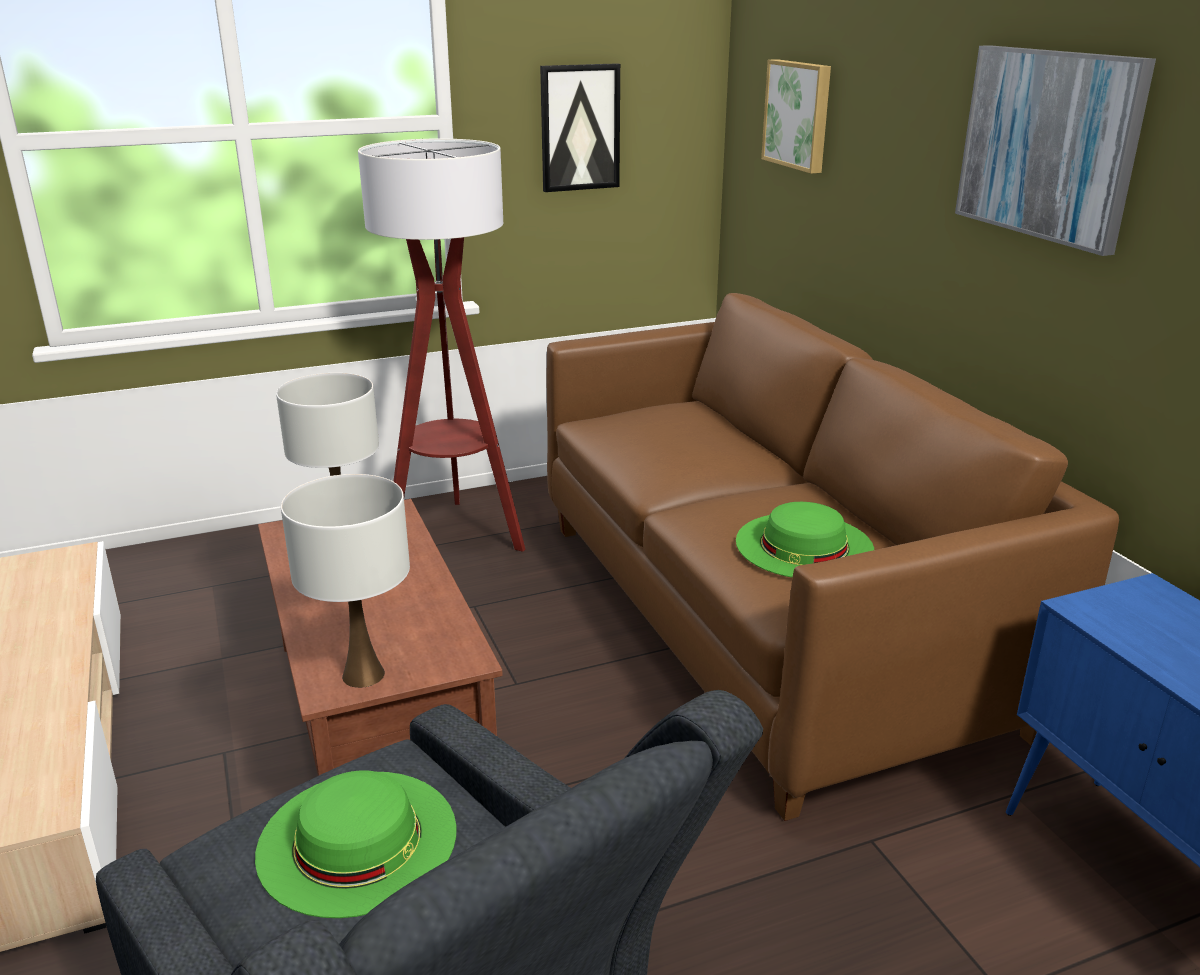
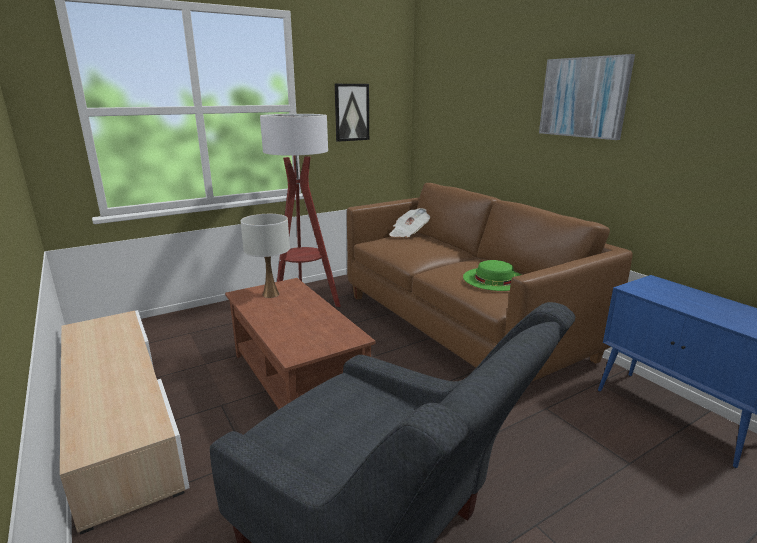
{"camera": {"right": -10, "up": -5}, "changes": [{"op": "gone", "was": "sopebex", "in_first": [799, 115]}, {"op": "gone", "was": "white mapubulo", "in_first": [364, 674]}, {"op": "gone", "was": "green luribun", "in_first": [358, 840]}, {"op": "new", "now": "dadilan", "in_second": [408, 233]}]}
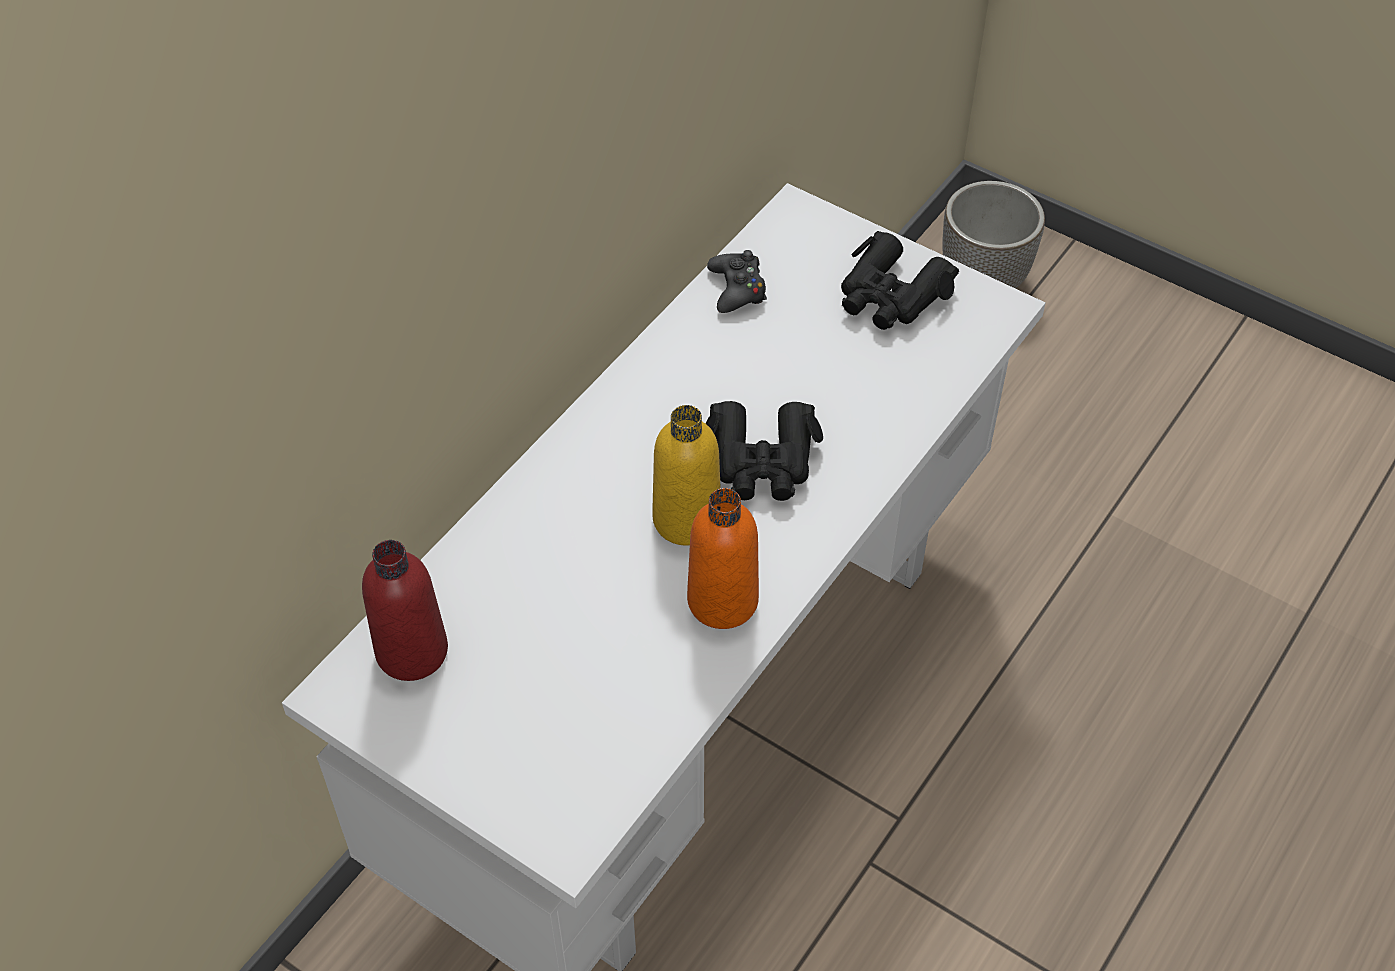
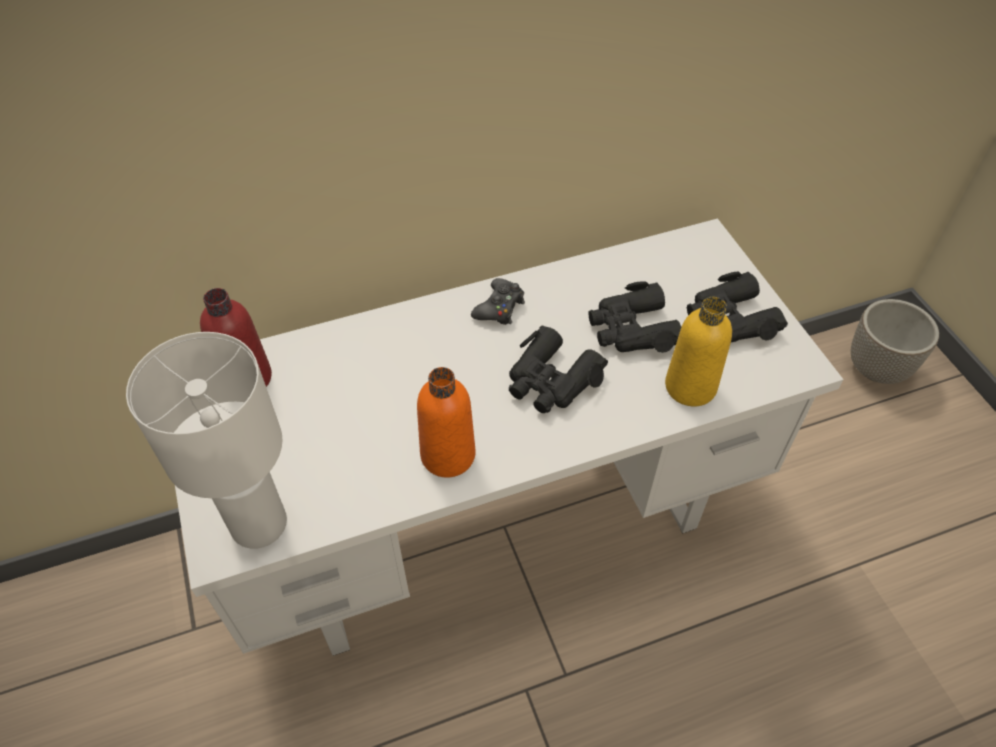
{"camera": {"right": 35, "up": 0}, "changes": [{"op": "shifted", "was": "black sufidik", "in_first": [737, 289], "in_second": [499, 308]}, {"op": "shifted", "was": "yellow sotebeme", "in_first": [687, 519], "in_second": [690, 386]}, {"op": "new", "now": "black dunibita", "in_second": [632, 329]}, {"op": "new", "now": "white mapubulo", "in_second": [257, 524]}]}
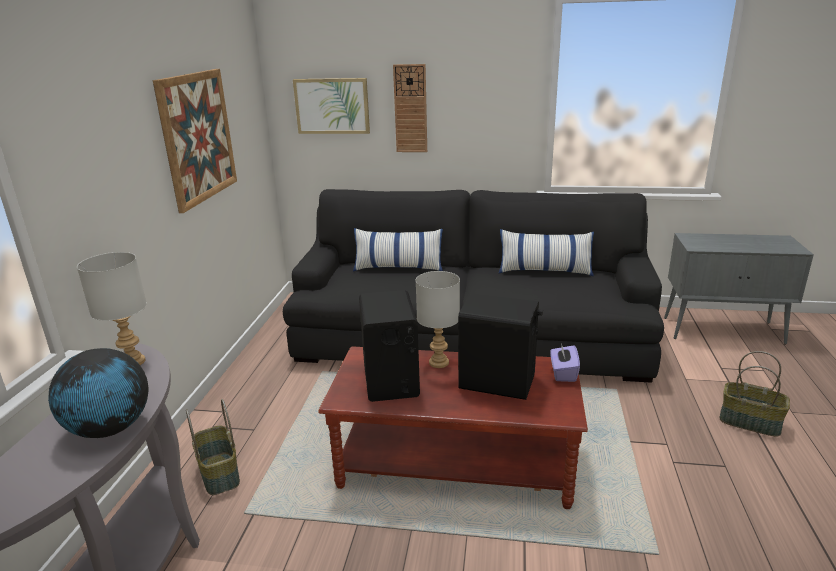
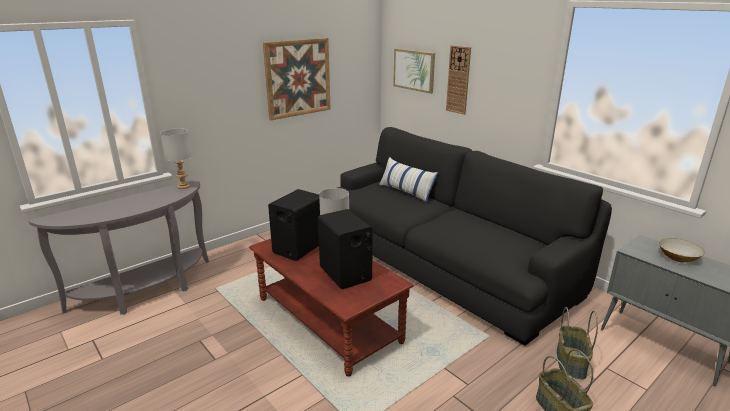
{"camera": {"right": 40, "up": 0}, "changes": [{"op": "gone", "was": "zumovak", "in_first": [544, 271]}, {"op": "gone", "was": "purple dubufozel", "in_first": [563, 373]}, {"op": "gone", "was": "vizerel", "in_first": [110, 429]}, {"op": "shifted", "was": "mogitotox", "in_first": [220, 473], "in_second": [571, 363]}, {"op": "new", "now": "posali", "in_second": [677, 258]}]}
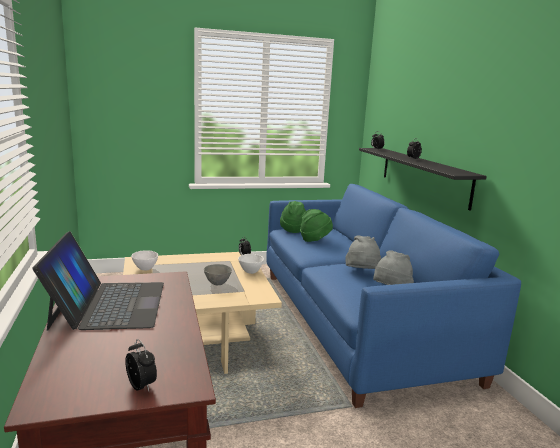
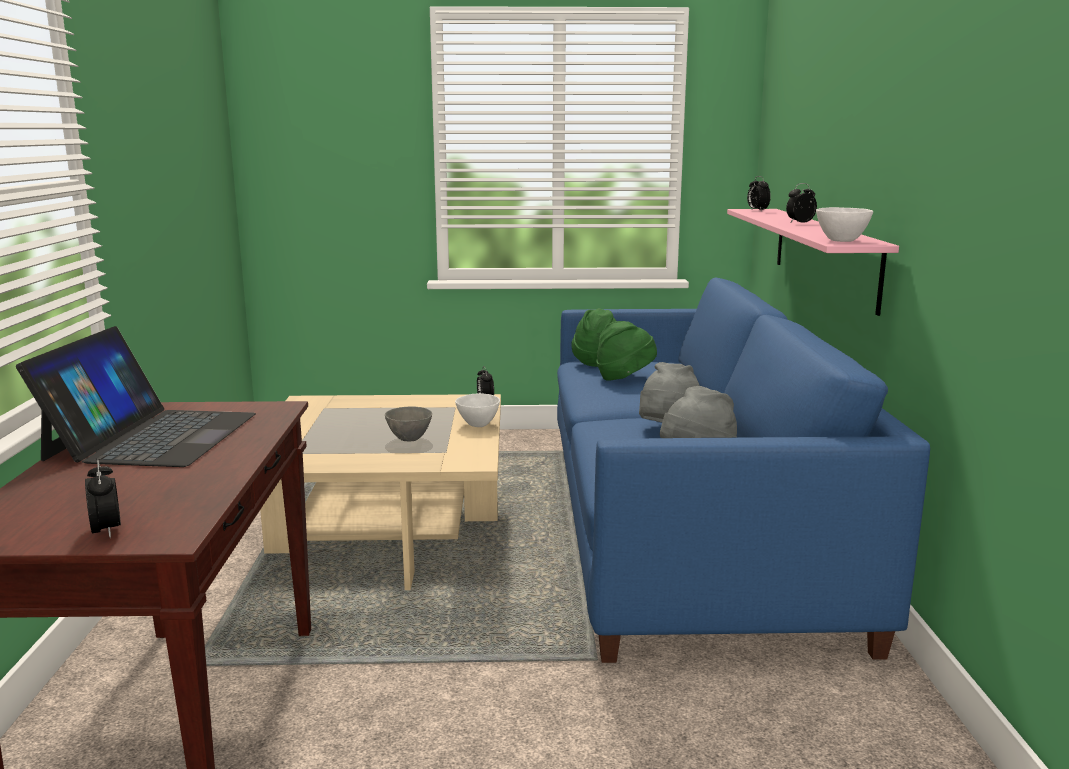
{"camera": {"right": 15, "up": 0}, "changes": [{"op": "repainted", "was": "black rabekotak", "now": "pink rabekotak", "in_first": [423, 175], "in_second": [824, 255]}, {"op": "shifted", "was": "white posali", "in_first": [145, 268], "in_second": [840, 240]}]}
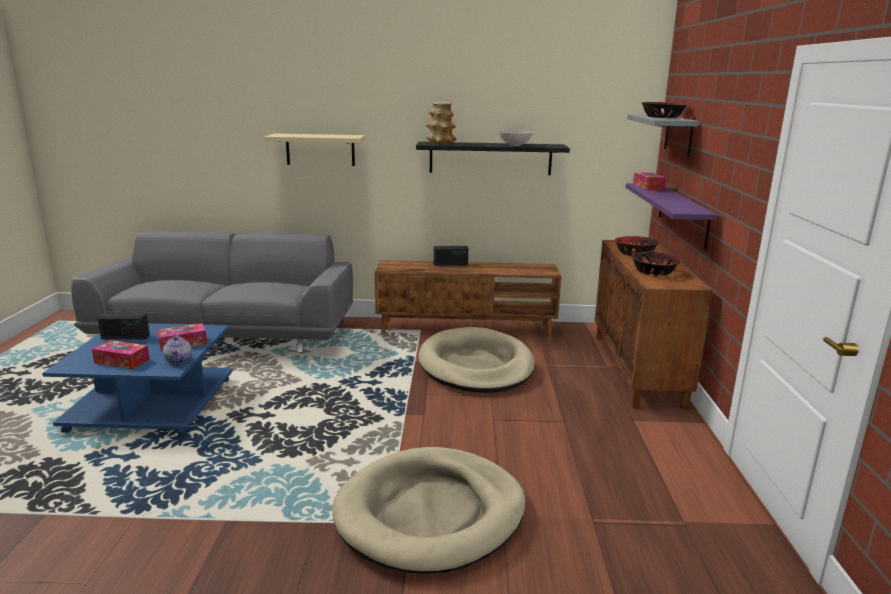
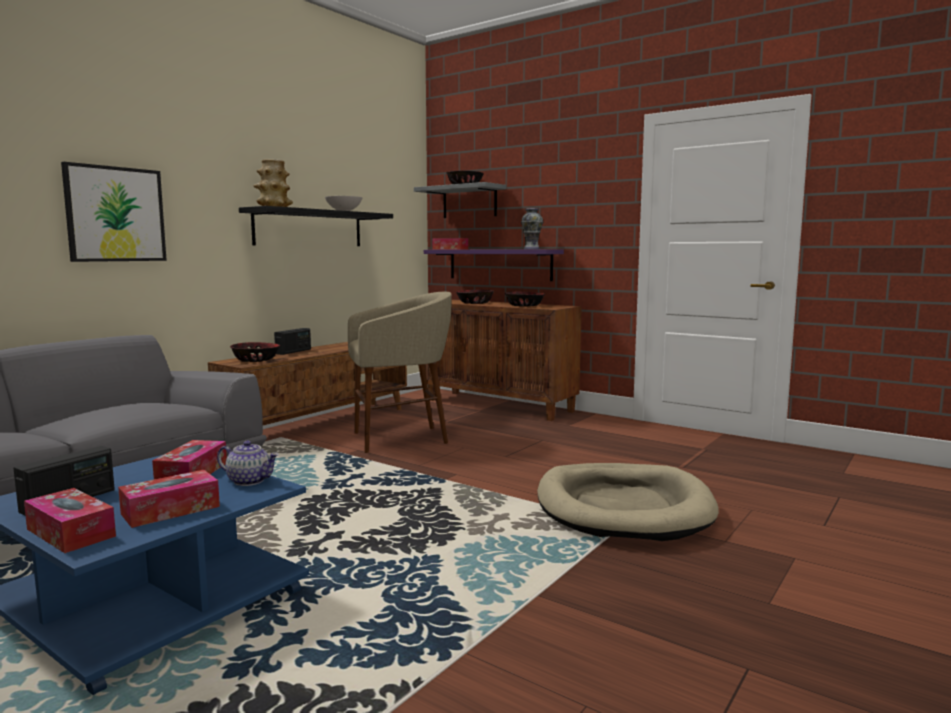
{"camera": {"right": -55, "up": -10}, "changes": [{"op": "swapped", "was": "beige rabekotak", "now": "sopebex", "in_first": [320, 149], "in_second": [115, 214]}, {"op": "swapped", "was": "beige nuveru", "now": "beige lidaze", "in_first": [476, 366], "in_second": [401, 439]}, {"op": "new", "now": "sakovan", "in_second": [531, 249]}, {"op": "new", "now": "posali", "in_second": [256, 360]}, {"op": "new", "now": "dubufozel", "in_second": [71, 533]}]}
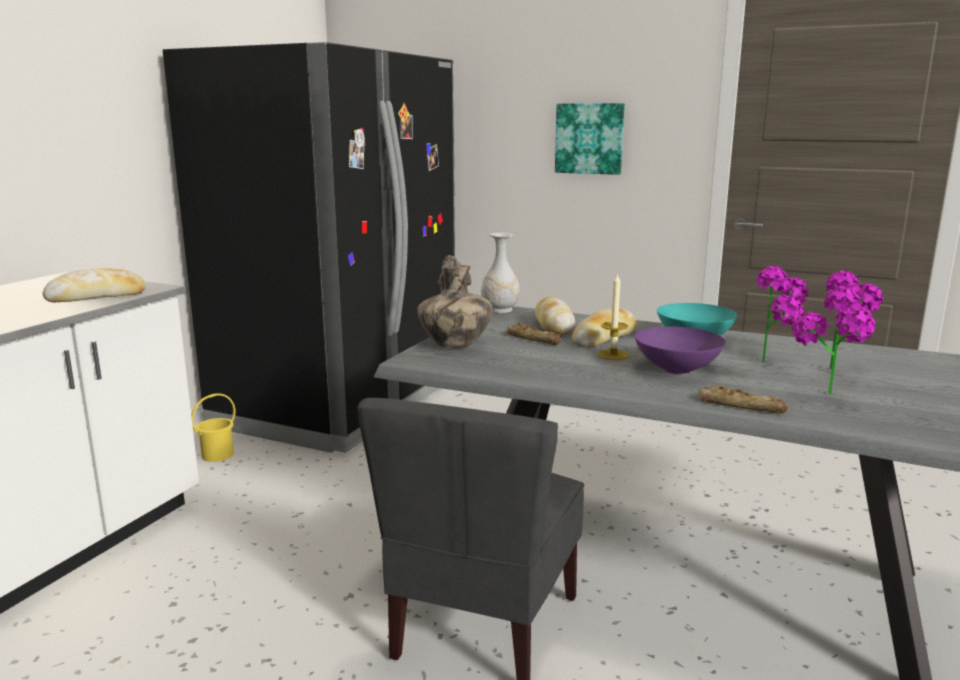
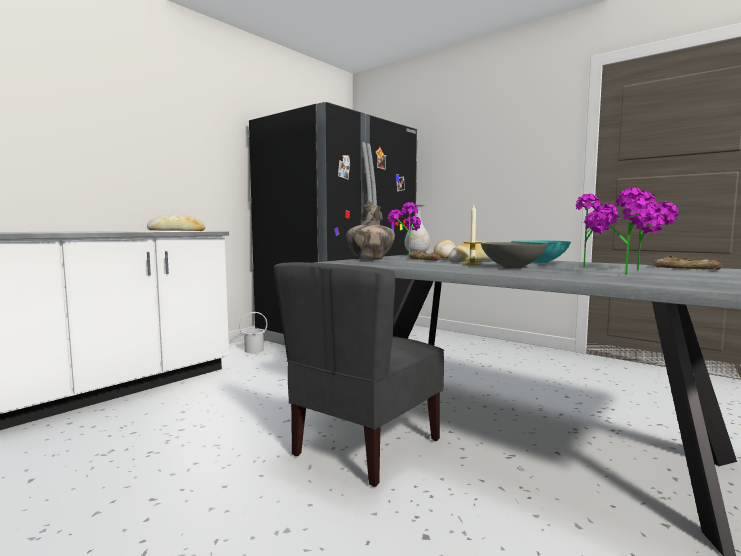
{"camera": {"right": 15, "up": -10}, "changes": [{"op": "gone", "was": "sopebex", "in_first": [589, 138]}, {"op": "repainted", "was": "purple posali", "now": "grey posali", "in_first": [676, 370], "in_second": [511, 267]}, {"op": "shifted", "was": "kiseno", "in_first": [741, 406], "in_second": [686, 268]}, {"op": "repainted", "was": "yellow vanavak", "now": "white vanavak", "in_first": [217, 455], "in_second": [254, 350]}, {"op": "new", "now": "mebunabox", "in_second": [404, 257]}]}
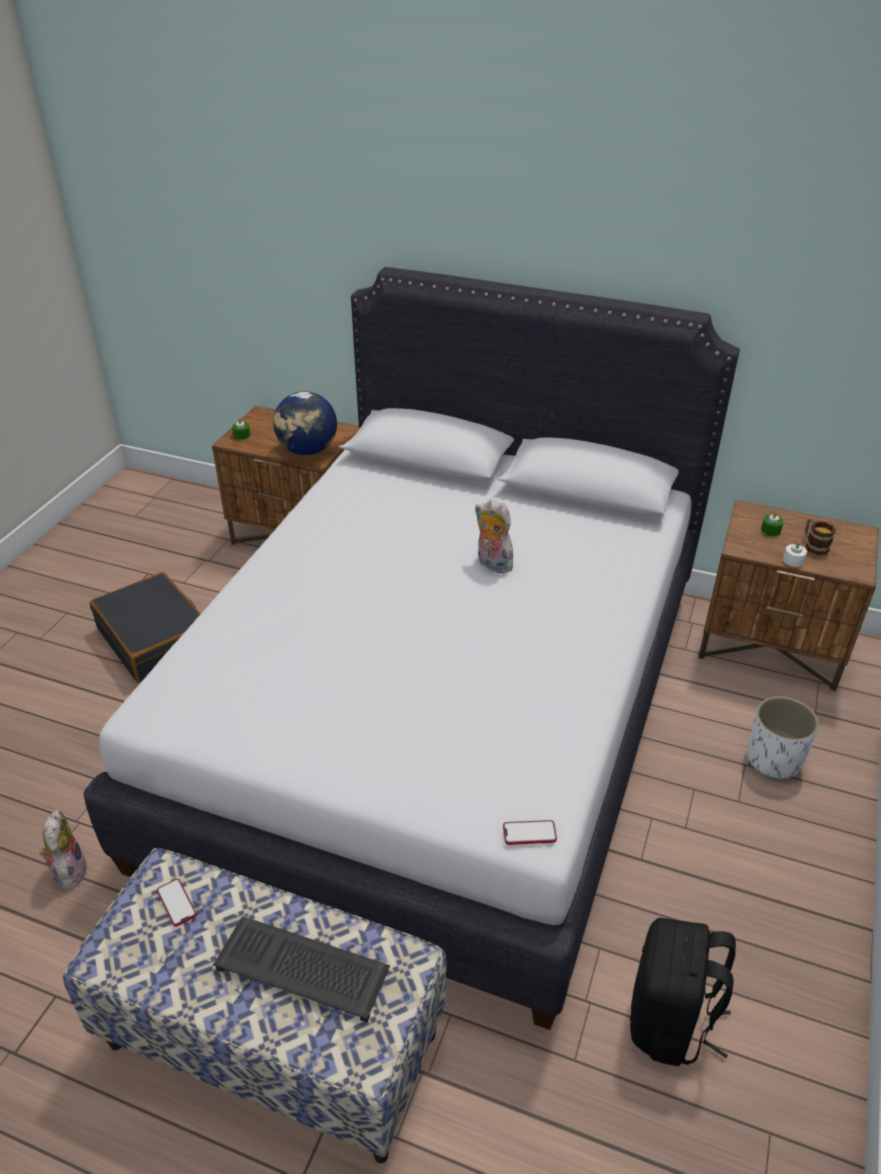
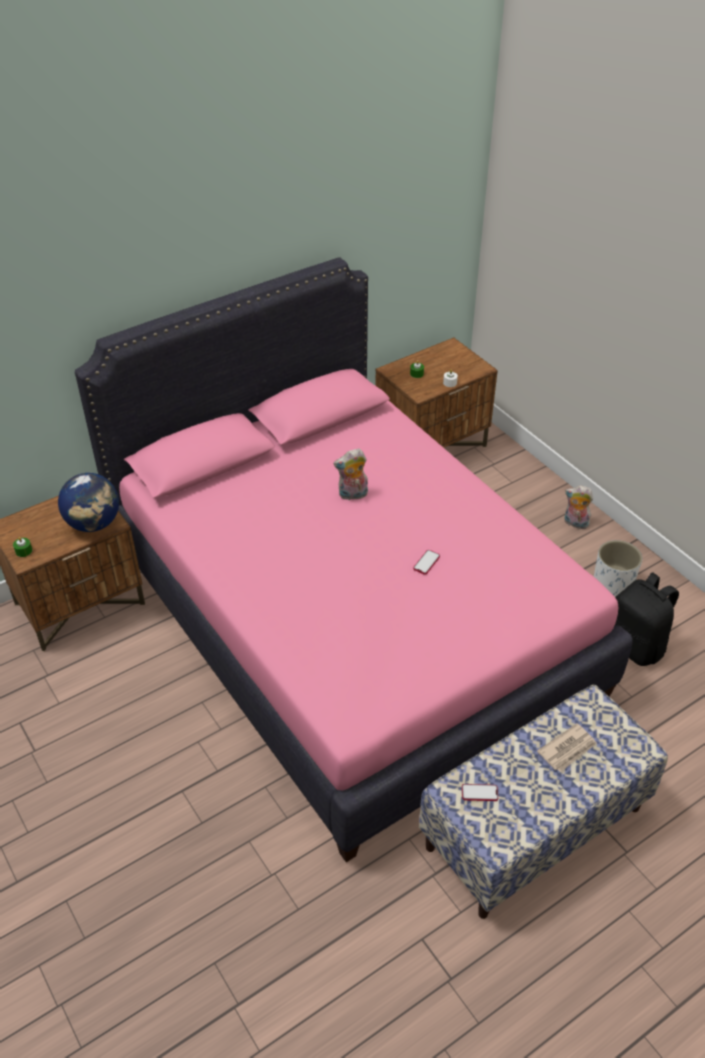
{"camera": {"right": -55, "up": 5}, "changes": [{"op": "repainted", "was": "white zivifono", "now": "pink zivifono", "in_first": [439, 715], "in_second": [350, 623]}, {"op": "gone", "was": "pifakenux", "in_first": [814, 545]}, {"op": "gone", "was": "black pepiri", "in_first": [156, 640]}, {"op": "shifted", "was": "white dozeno", "in_first": [774, 759], "in_second": [612, 586]}, {"op": "shifted", "was": "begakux", "in_first": [68, 870], "in_second": [575, 523]}, {"op": "shifted", "was": "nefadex", "in_first": [529, 833], "in_second": [426, 563]}, {"op": "swapped", "was": "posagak", "now": "dadilan", "in_first": [305, 968], "in_second": [568, 749]}]}
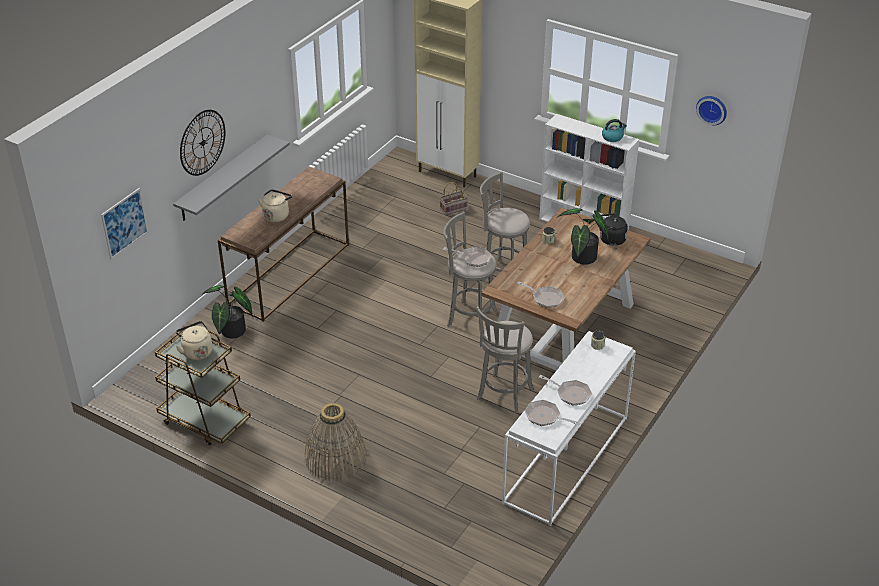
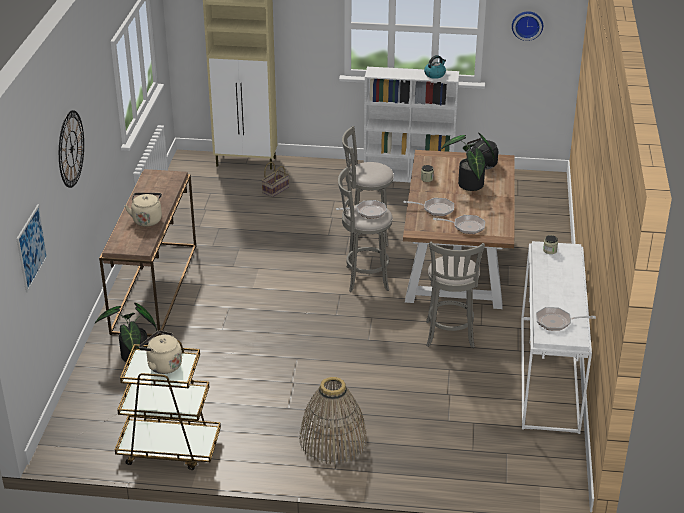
{"camera": {"right": -25, "up": -5}, "changes": [{"op": "gone", "was": "grey rabekotak", "in_first": [223, 178]}, {"op": "shifted", "was": "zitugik", "in_first": [570, 394], "in_second": [435, 209]}]}
